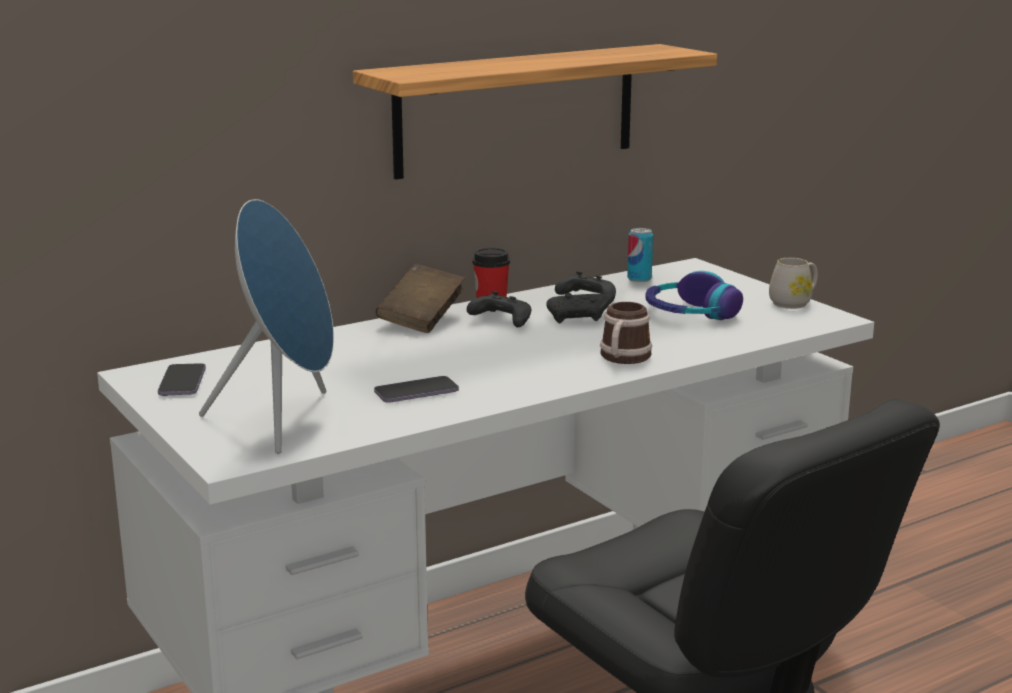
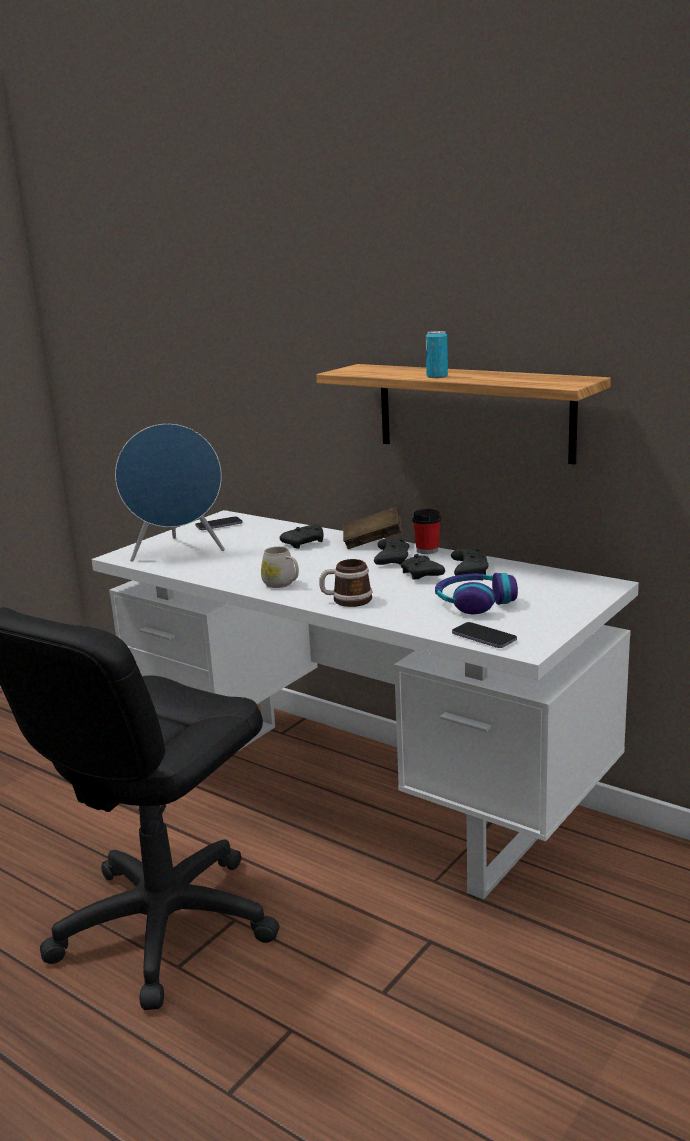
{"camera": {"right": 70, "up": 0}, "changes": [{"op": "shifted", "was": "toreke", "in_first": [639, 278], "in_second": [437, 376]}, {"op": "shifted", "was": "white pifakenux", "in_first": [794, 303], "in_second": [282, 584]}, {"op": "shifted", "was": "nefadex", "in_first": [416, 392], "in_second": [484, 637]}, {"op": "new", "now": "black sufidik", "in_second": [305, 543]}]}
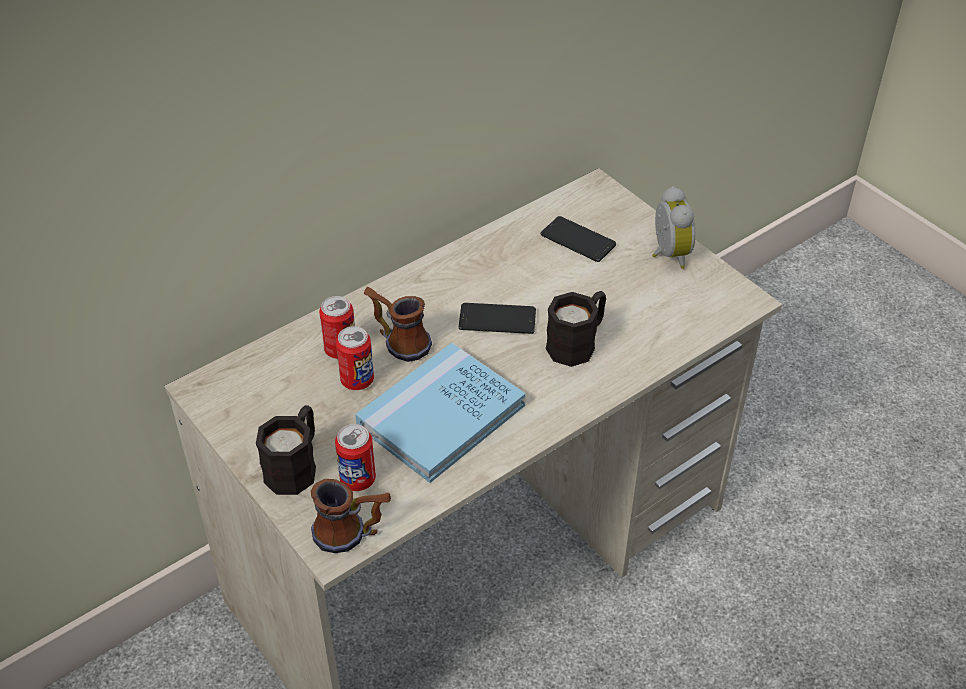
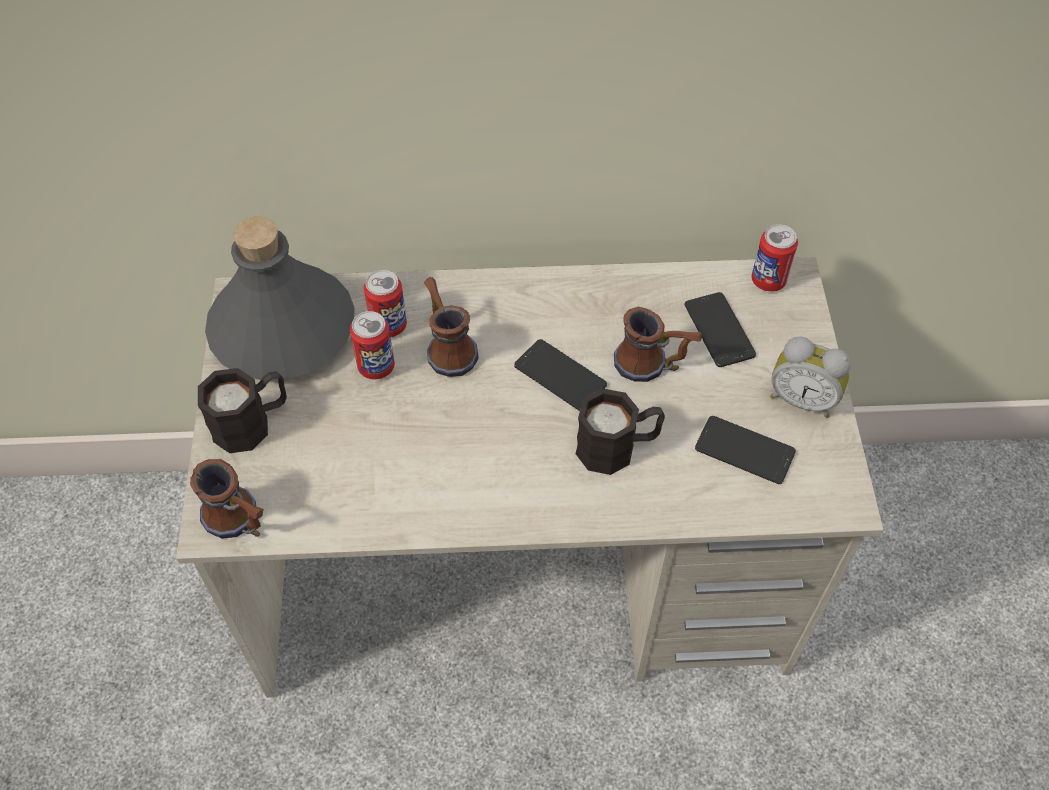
{"camera": {"right": 35, "up": 10}, "changes": [{"op": "rotated", "was": "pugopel", "in_first": [667, 254], "in_second": [802, 399], "clockwise": 90}, {"op": "gone", "was": "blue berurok", "in_first": [441, 416]}, {"op": "shifted", "was": "toreke", "in_first": [358, 479], "in_second": [768, 280]}, {"op": "new", "now": "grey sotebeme", "in_second": [283, 330]}, {"op": "new", "now": "pifakenux", "in_second": [653, 365]}, {"op": "new", "now": "nefadex", "in_second": [744, 450]}]}
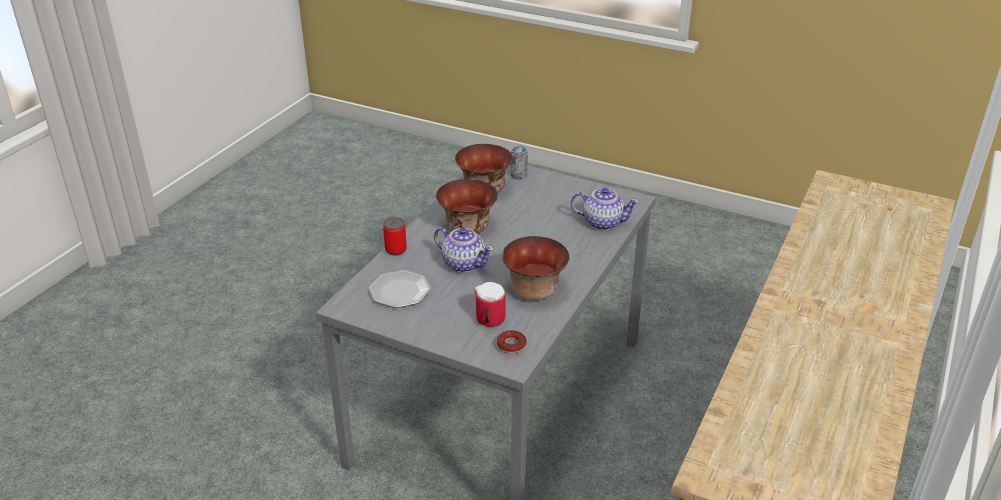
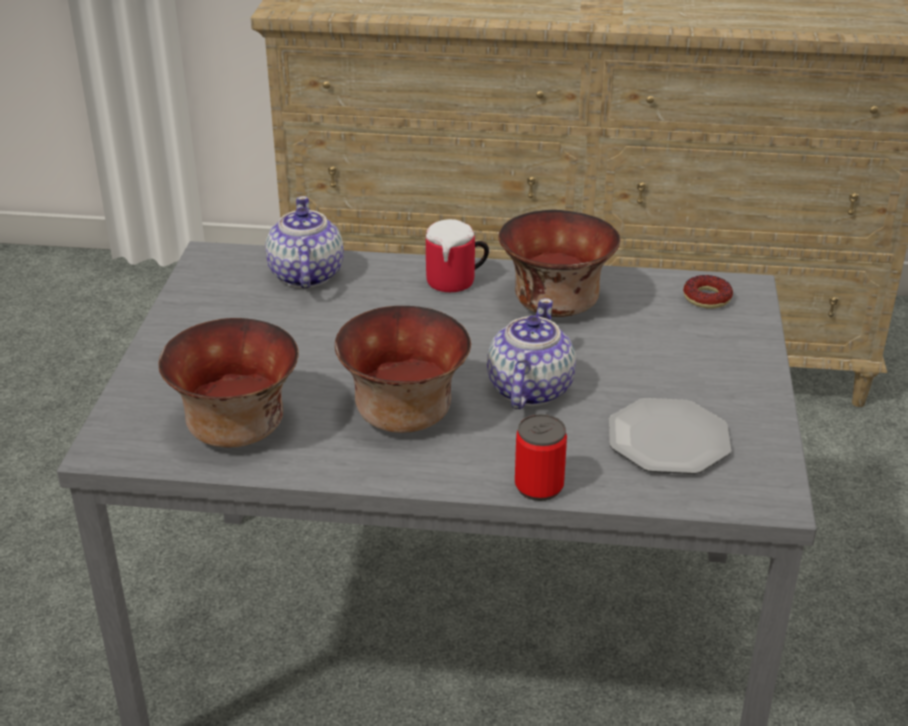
{"camera": {"right": -110, "up": 0}, "changes": [{"op": "gone", "was": "toreke", "in_first": [518, 175]}, {"op": "shifted", "was": "pifakenux", "in_first": [488, 321], "in_second": [457, 282]}]}
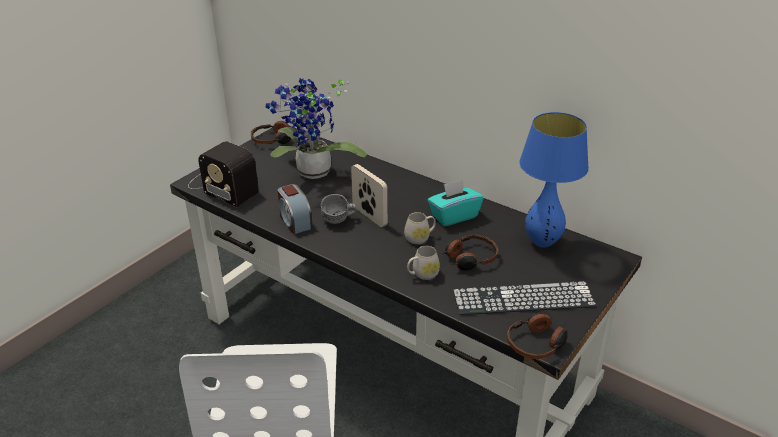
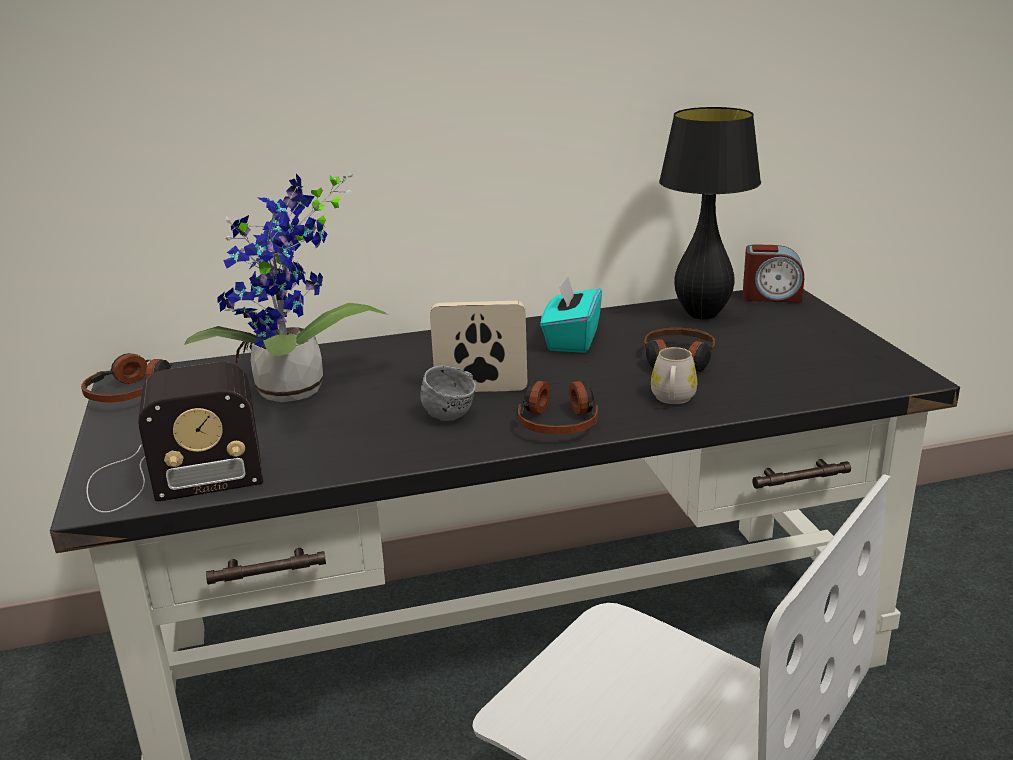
{"camera": {"right": -50, "up": -10}, "changes": [{"op": "repainted", "was": "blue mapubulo", "now": "black mapubulo", "in_first": [542, 242], "in_second": [702, 315]}, {"op": "shifted", "was": "pugopel", "in_first": [295, 221], "in_second": [771, 296]}, {"op": "gone", "was": "white pifakenux", "in_first": [420, 237]}, {"op": "gone", "was": "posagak", "in_first": [523, 298]}, {"op": "shifted", "was": "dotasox", "in_first": [537, 343], "in_second": [558, 421]}]}
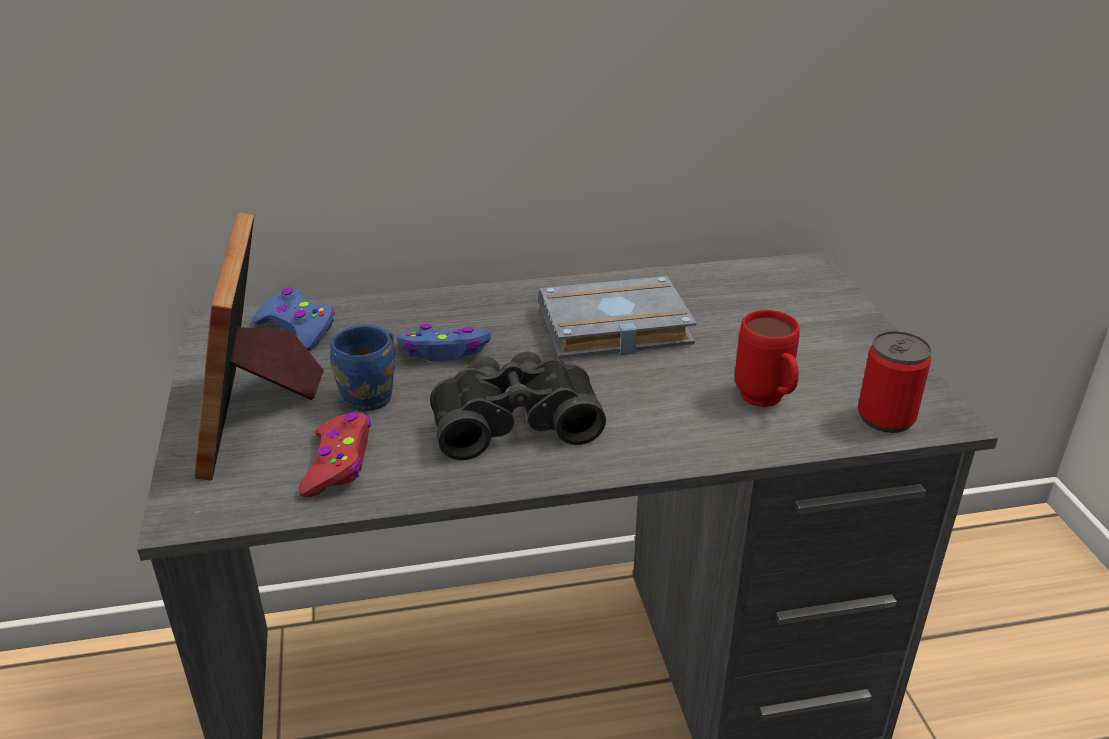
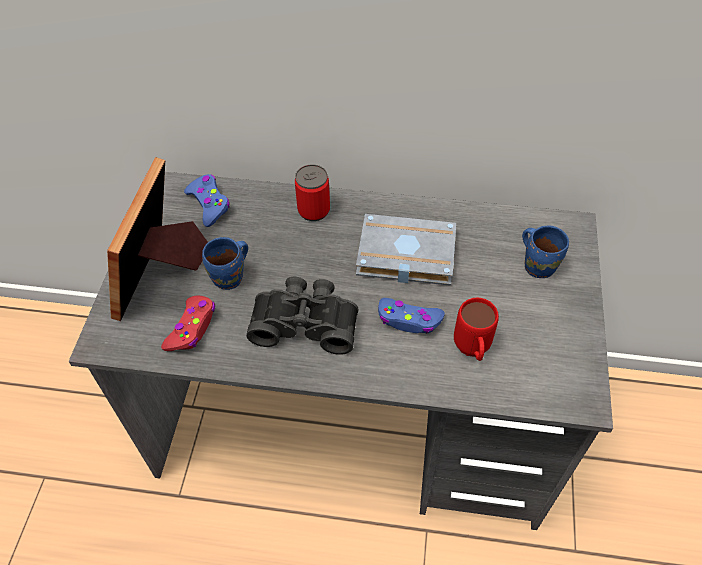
{"camera": {"right": 20, "up": 20}, "changes": [{"op": "shifted", "was": "blue sufidik", "in_first": [444, 352], "in_second": [409, 320]}, {"op": "shifted", "was": "toreke", "in_first": [886, 417], "in_second": [314, 210]}, {"op": "new", "now": "blue pifakenux", "in_second": [539, 265]}]}
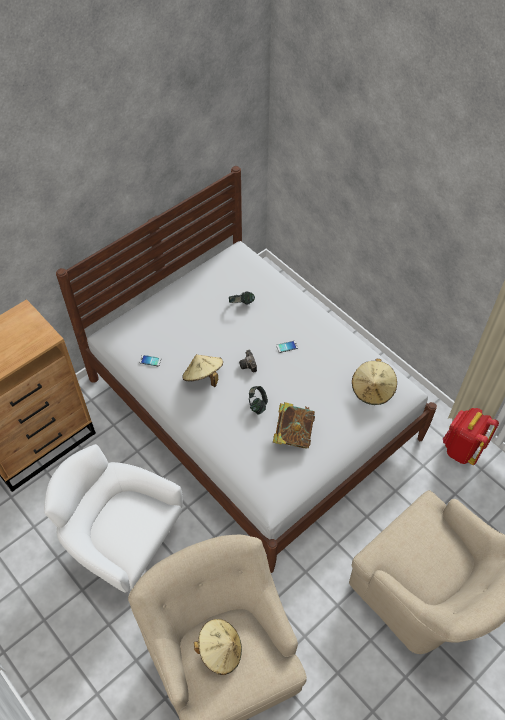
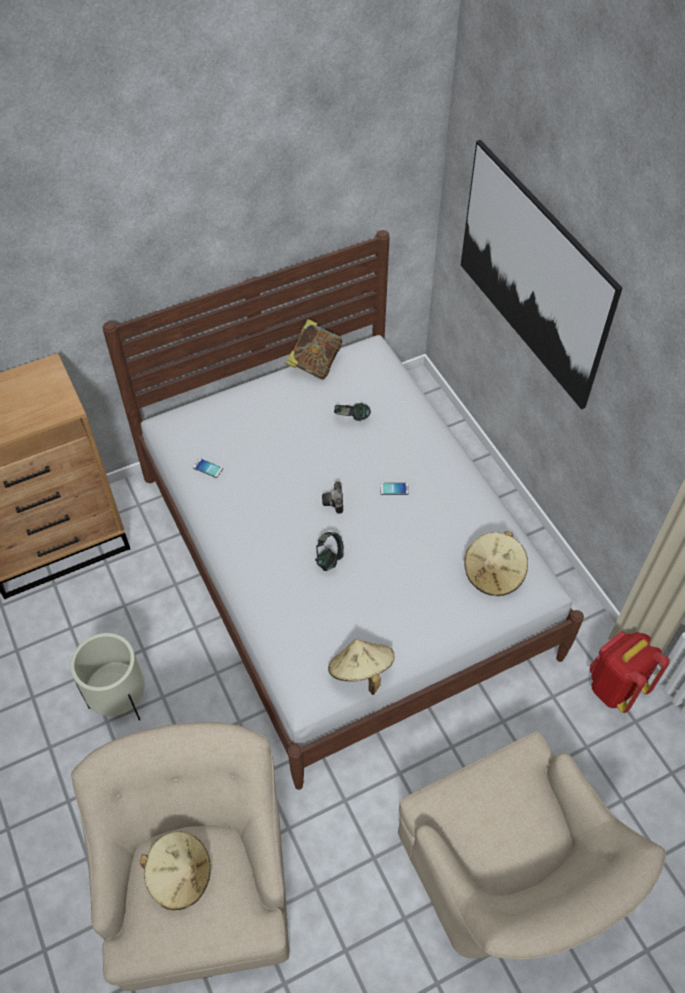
{"camera": {"right": 15, "up": 0}, "changes": [{"op": "shifted", "was": "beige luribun", "in_first": [203, 377], "in_second": [361, 672]}, {"op": "shifted", "was": "berurok", "in_first": [293, 434], "in_second": [314, 363]}, {"op": "swapped", "was": "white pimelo", "now": "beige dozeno", "in_first": [123, 543], "in_second": [120, 699]}, {"op": "new", "now": "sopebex", "in_second": [533, 274]}]}
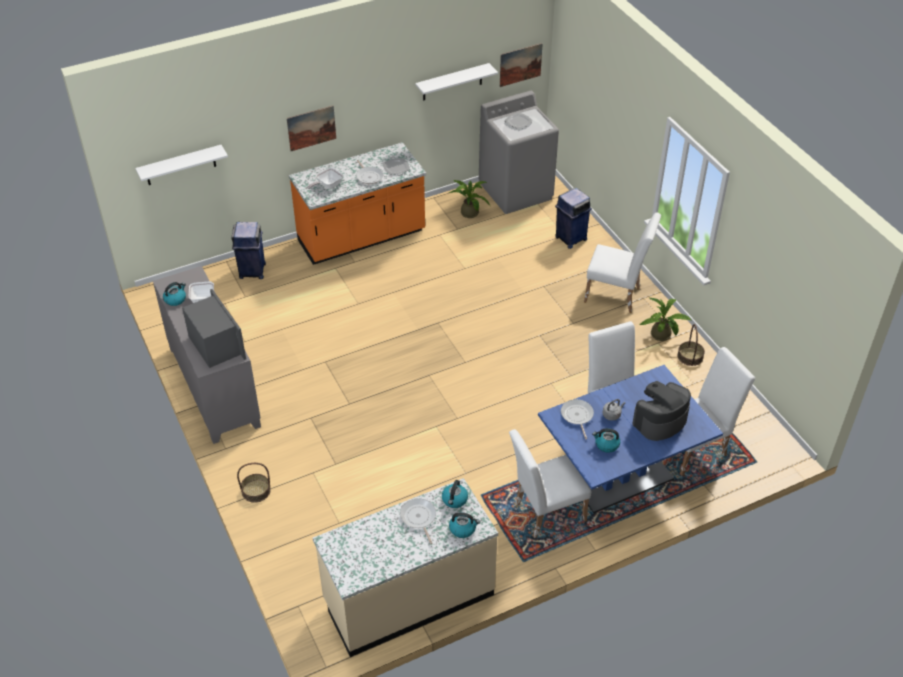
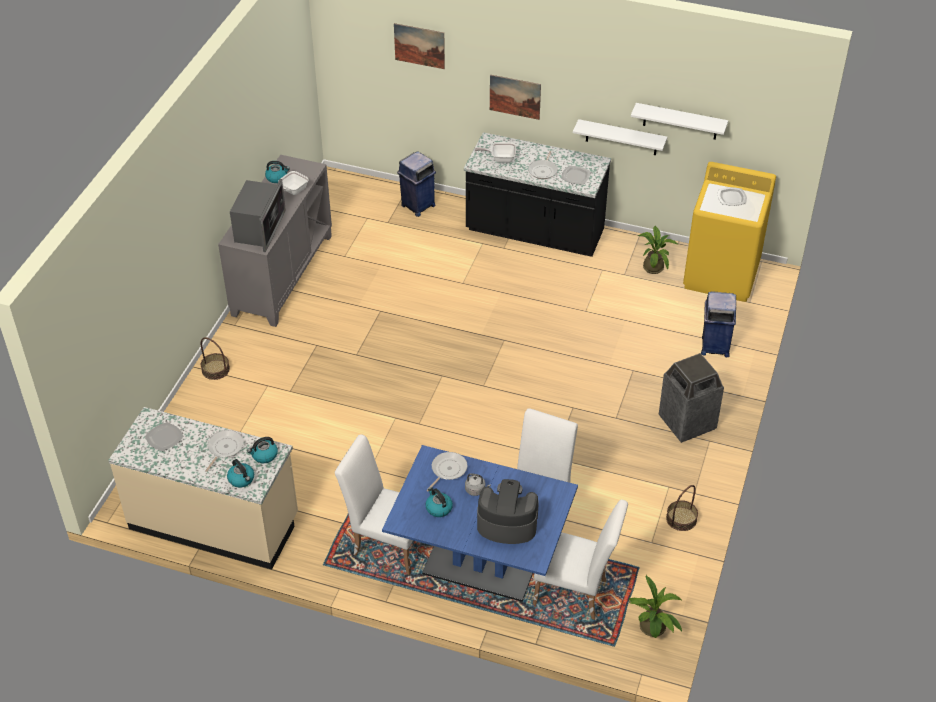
{"camera": {"right": 45, "up": 0}, "changes": [{"op": "shifted", "was": "sopebex", "in_first": [520, 64], "in_second": [419, 46]}, {"op": "repainted", "was": "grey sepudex", "now": "yellow sepudex", "in_first": [516, 191], "in_second": [722, 274]}, {"op": "repainted", "was": "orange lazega", "now": "black lazega", "in_first": [362, 238], "in_second": [534, 232]}, {"op": "shifted", "was": "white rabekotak", "in_first": [180, 165], "in_second": [621, 137]}, {"op": "swapped", "was": "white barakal", "now": "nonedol", "in_first": [616, 296], "in_second": [687, 422]}, {"op": "shifted", "was": "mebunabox", "in_first": [663, 336], "in_second": [653, 630]}, {"op": "new", "now": "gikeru", "in_second": [164, 438]}]}
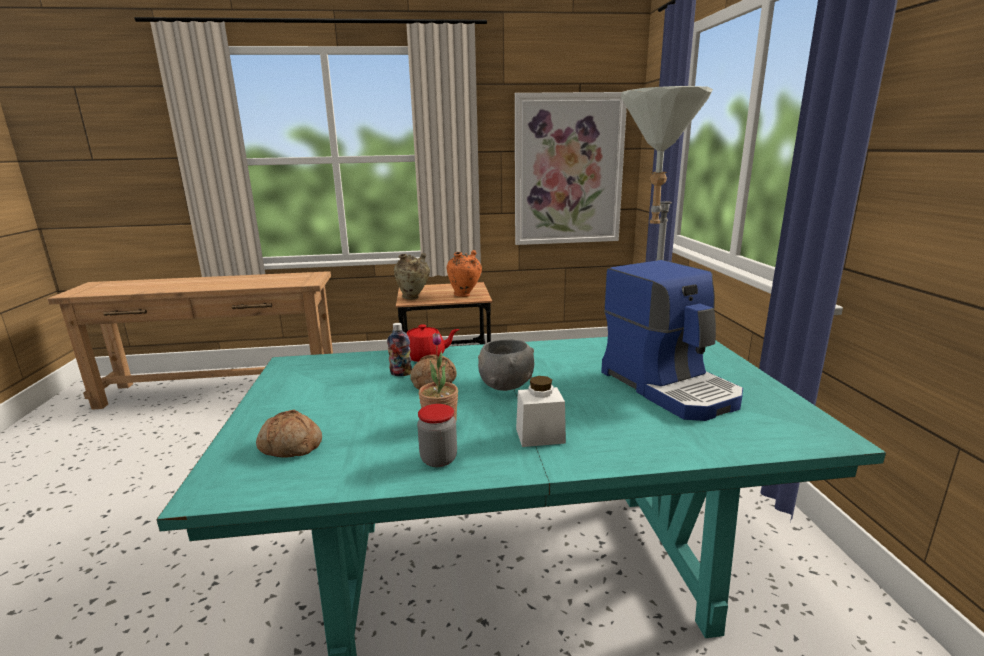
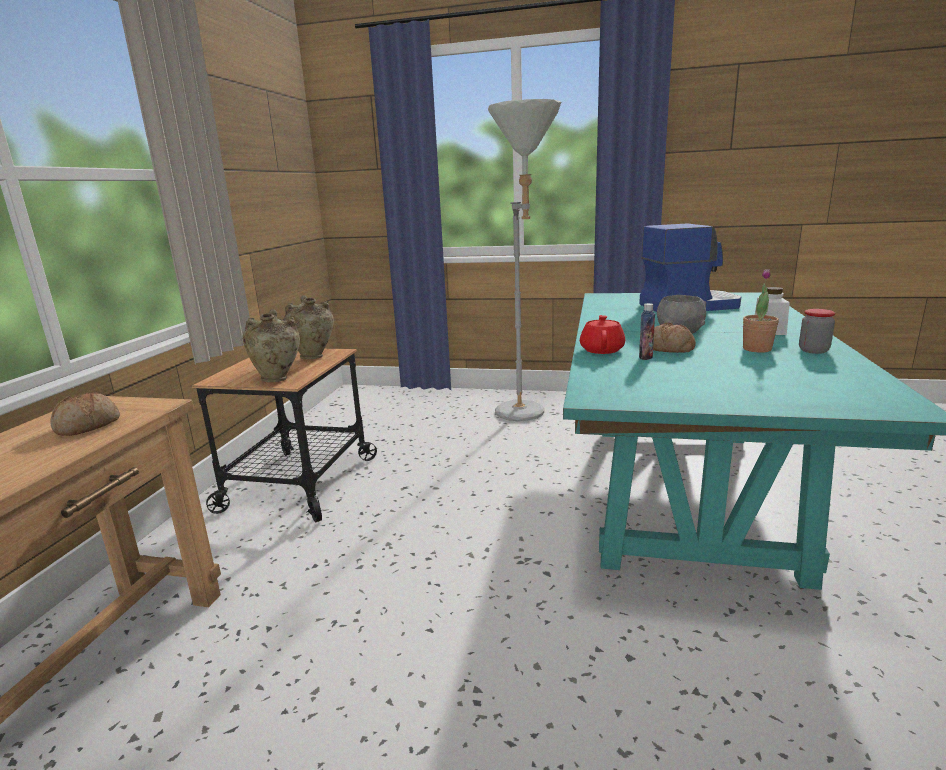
{"camera": {"right": -70, "up": 0}, "changes": [{"op": "gone", "was": "sopebex", "in_first": [568, 170]}, {"op": "repainted", "was": "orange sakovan", "now": "beige sakovan", "in_first": [465, 295], "in_second": [313, 357]}, {"op": "shifted", "was": "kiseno", "in_first": [290, 446], "in_second": [87, 426]}]}
